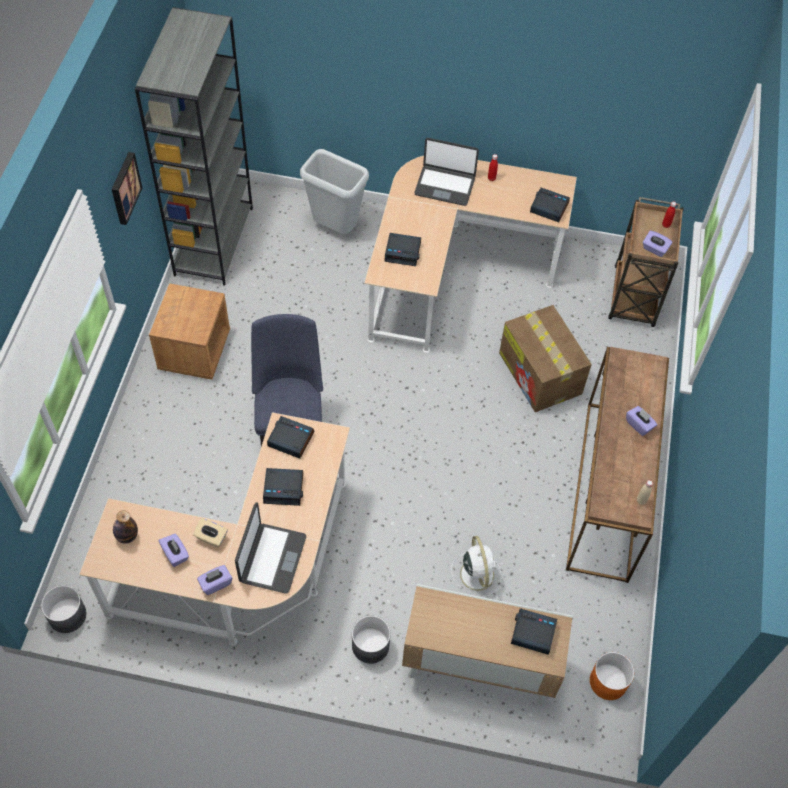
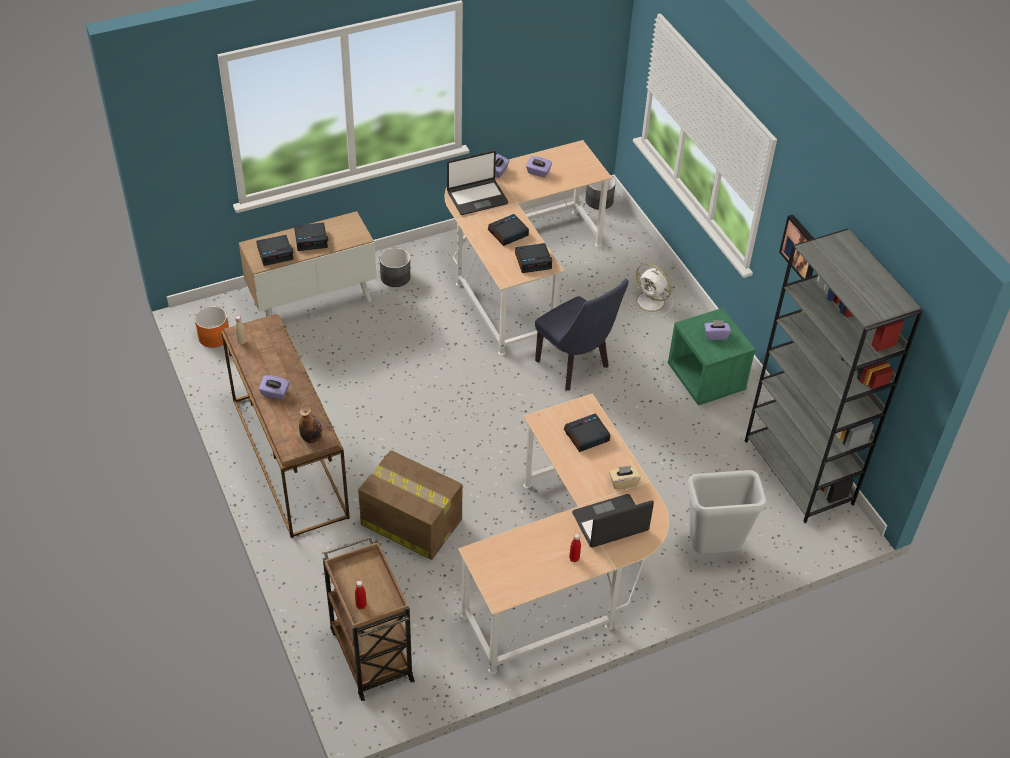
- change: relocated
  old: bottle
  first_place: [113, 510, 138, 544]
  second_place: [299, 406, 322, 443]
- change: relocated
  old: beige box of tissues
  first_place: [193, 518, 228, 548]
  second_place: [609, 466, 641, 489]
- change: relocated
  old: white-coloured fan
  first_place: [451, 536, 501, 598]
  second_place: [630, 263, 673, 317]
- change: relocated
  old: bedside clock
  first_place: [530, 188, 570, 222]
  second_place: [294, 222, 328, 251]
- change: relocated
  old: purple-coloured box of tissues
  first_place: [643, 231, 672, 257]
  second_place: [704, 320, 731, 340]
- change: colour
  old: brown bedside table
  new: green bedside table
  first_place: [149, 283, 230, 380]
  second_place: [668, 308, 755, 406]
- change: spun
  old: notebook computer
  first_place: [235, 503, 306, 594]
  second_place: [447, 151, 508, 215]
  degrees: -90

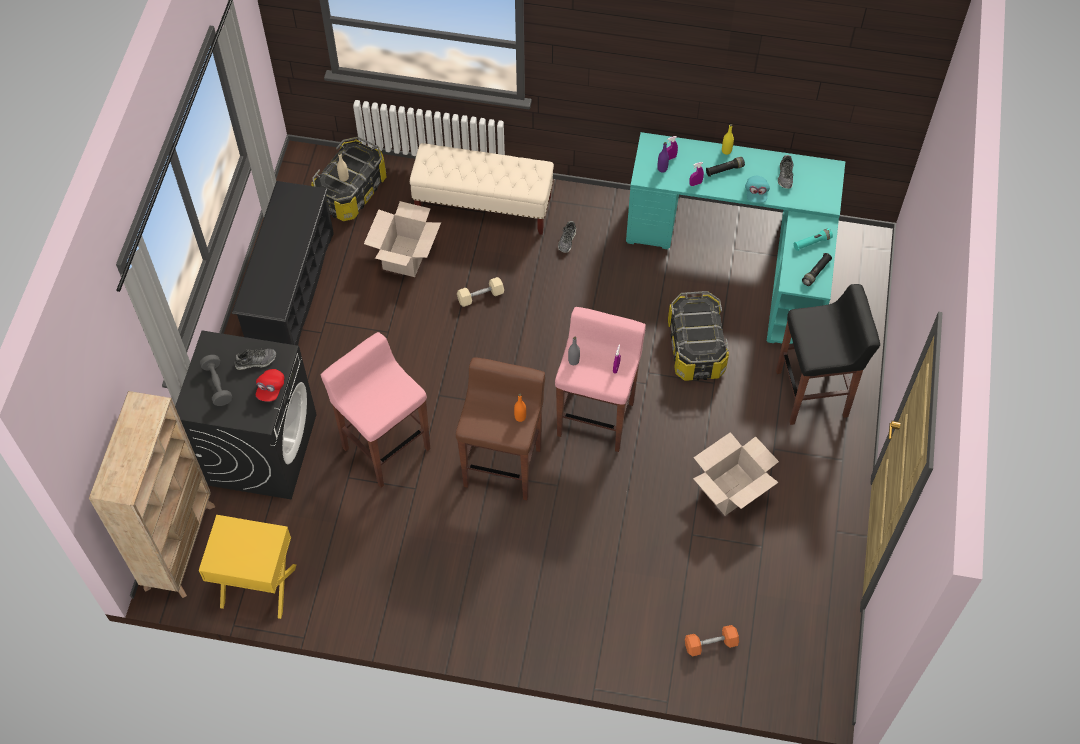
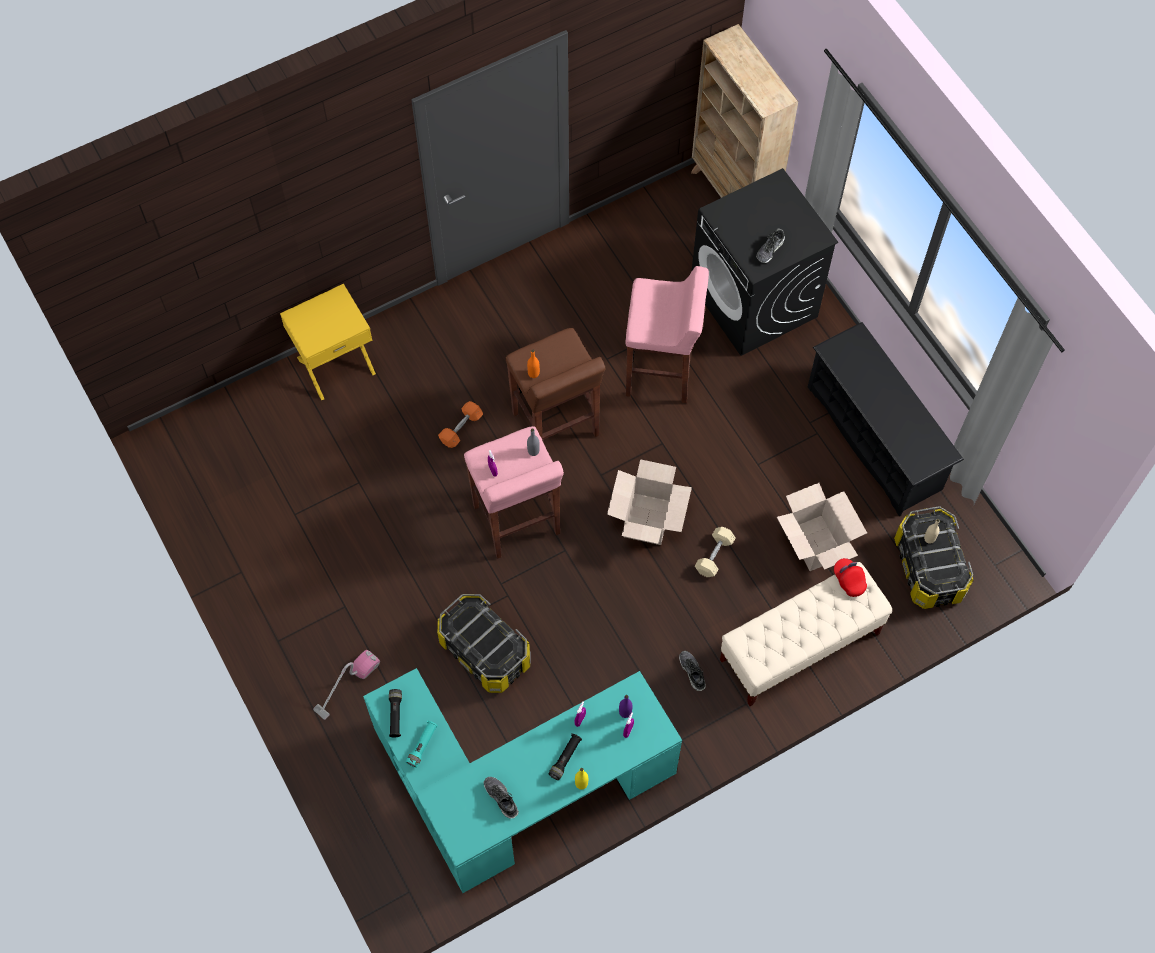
- change: missing
  old: grey free weight
  first_place: [200, 355, 232, 406]
- change: missing
  old: turquoise-coloured baseball cap
  first_place: [745, 176, 770, 203]
- change: relocated
  old: yellow bedside table
  first_place: [199, 515, 296, 619]
  second_place: [280, 284, 376, 400]
- change: relocated
  old: red baseball cap
  first_place: [256, 369, 285, 402]
  second_place: [834, 558, 867, 597]
- change: relocated
  old: orange-coloured free weight
  first_place: [685, 625, 739, 656]
  second_place: [438, 401, 483, 448]
- change: relocated
  old: cardboard box
  first_place: [693, 432, 779, 516]
  second_place: [607, 459, 692, 545]
- change: exchanged
  old: black-coloured stool seat
  new: hoover
  first_place: [776, 284, 880, 425]
  second_place: [313, 650, 380, 720]

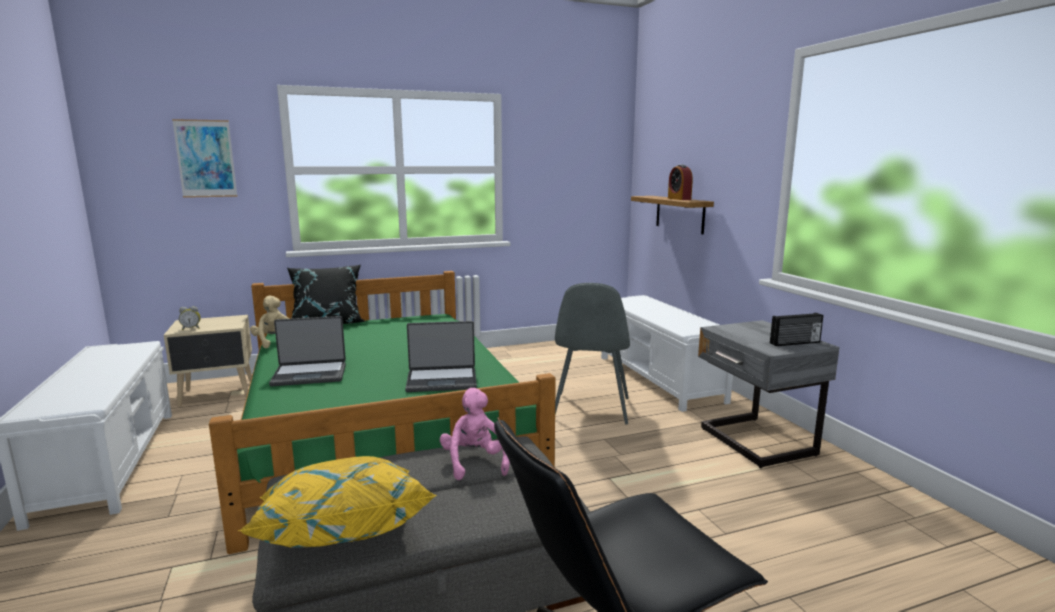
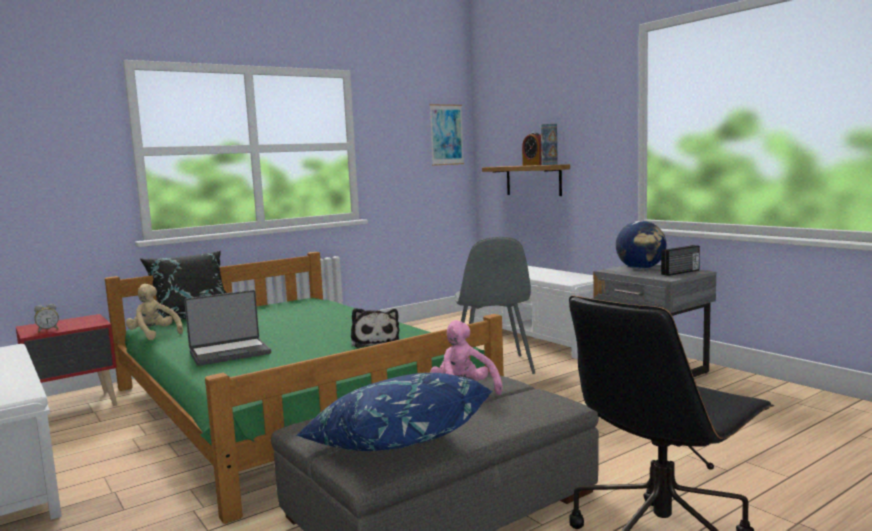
- change: appeared
  new: vase
  second_place: [541, 124, 558, 165]
- change: appeared
  new: desk globe
  second_place: [616, 221, 666, 269]
- change: relocated
  old: wall picture
  first_place: [172, 119, 238, 198]
  second_place: [429, 104, 464, 166]
- change: exchanged
  old: notebook computer
  new: soft toy
  first_place: [405, 321, 477, 392]
  second_place: [351, 308, 400, 348]
- change: colour
  old: beige bedside table
  new: red bedside table
  first_place: [164, 315, 252, 406]
  second_place: [16, 314, 117, 406]
- change: colour
  old: yellow throw pillow
  new: blue throw pillow
  first_place: [238, 456, 437, 548]
  second_place: [296, 373, 492, 451]

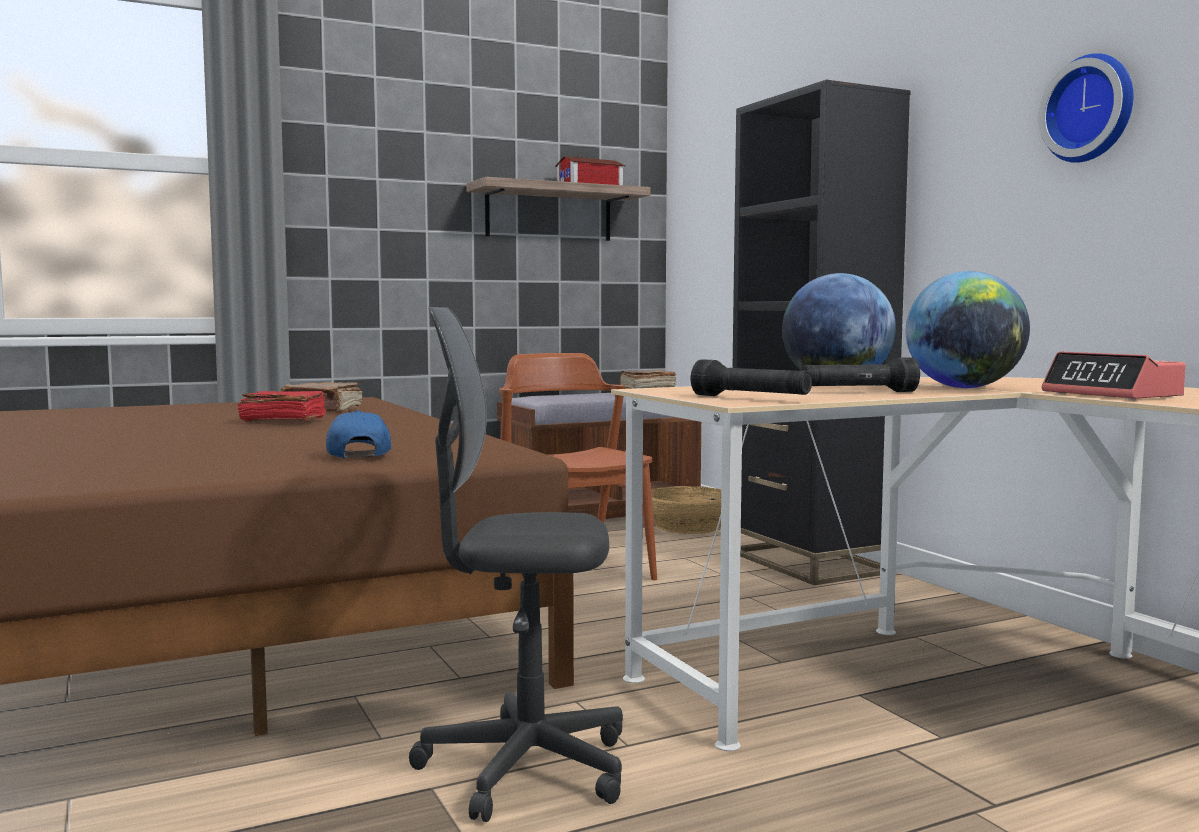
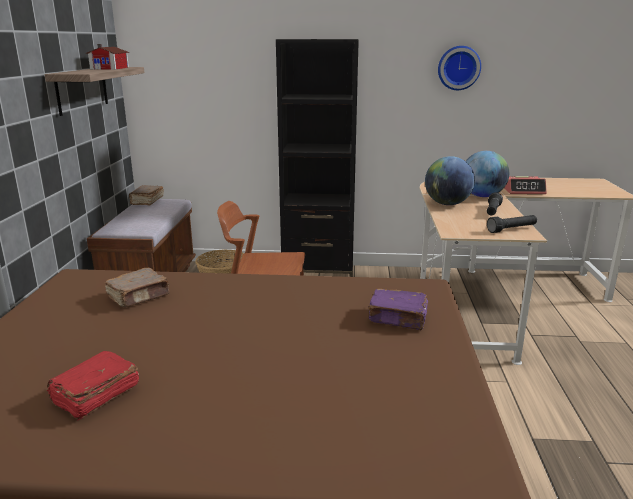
- change: missing
  old: grey desk chair
  first_place: [409, 307, 623, 822]
- change: relocated
  old: red bound book
  first_place: [238, 391, 327, 423]
  second_place: [47, 351, 139, 420]
- change: exchanged
  old: blue baseball cap
  new: purple-coloured bound book
  first_place: [326, 410, 392, 458]
  second_place: [368, 288, 428, 330]

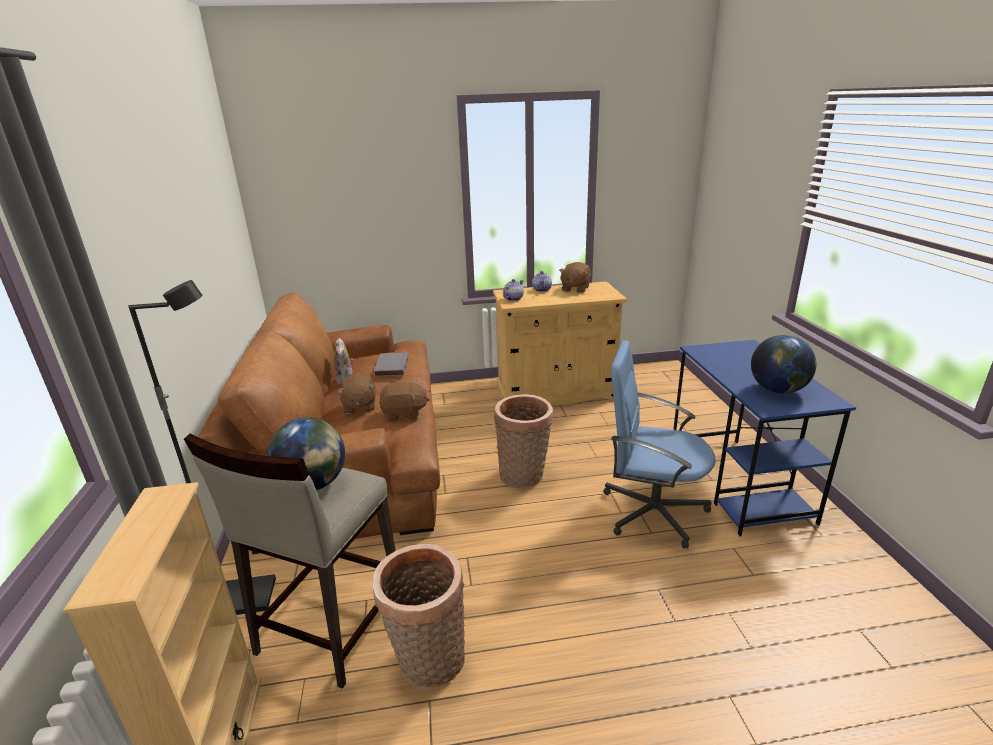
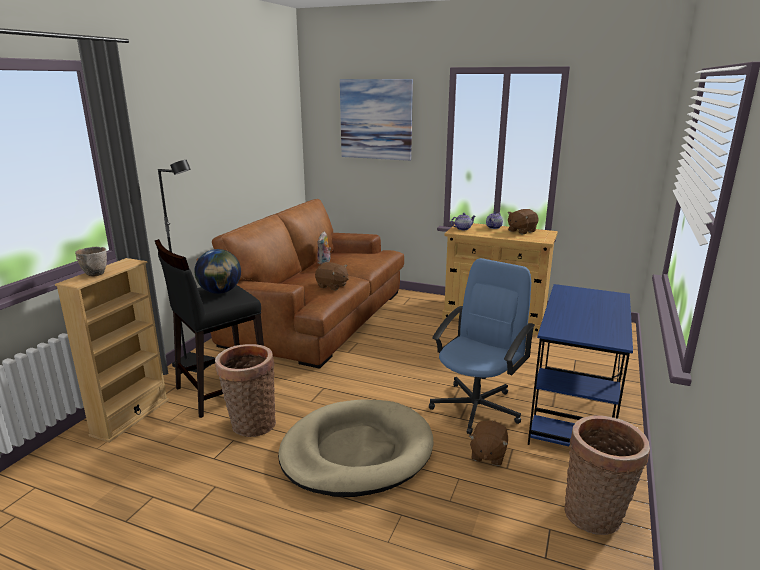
- change: missing
  old: grey bound book
  first_place: [374, 352, 408, 377]
- change: missing
  old: desk globe
  first_place: [751, 335, 816, 394]
- change: appeared
  new: bowl
  second_place: [75, 247, 107, 276]
- change: appeared
  new: beige dog cushion
  second_place: [278, 399, 434, 497]
- change: appeared
  new: wall picture
  second_place: [340, 79, 413, 161]
- change: relocated
  old: brown soft toy
  first_place: [337, 373, 376, 414]
  second_place: [469, 420, 508, 466]
- change: relocated
  old: storage basket
  first_place: [494, 394, 553, 488]
  second_place: [565, 415, 650, 535]
- change: colour
  old: beige stool seat
  new: black-coloured stool seat
  first_place: [184, 433, 396, 689]
  second_place: [155, 239, 264, 418]
- change: spun
  old: blue desk chair
  first_place: [603, 340, 716, 549]
  second_place: [429, 258, 535, 435]
  degrees: 75

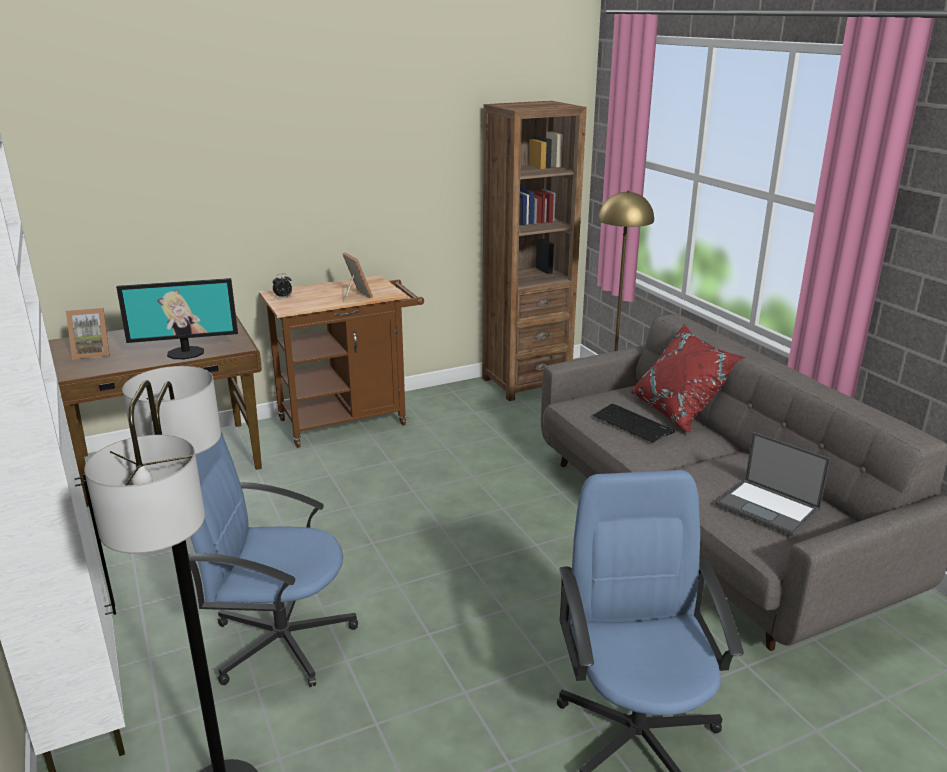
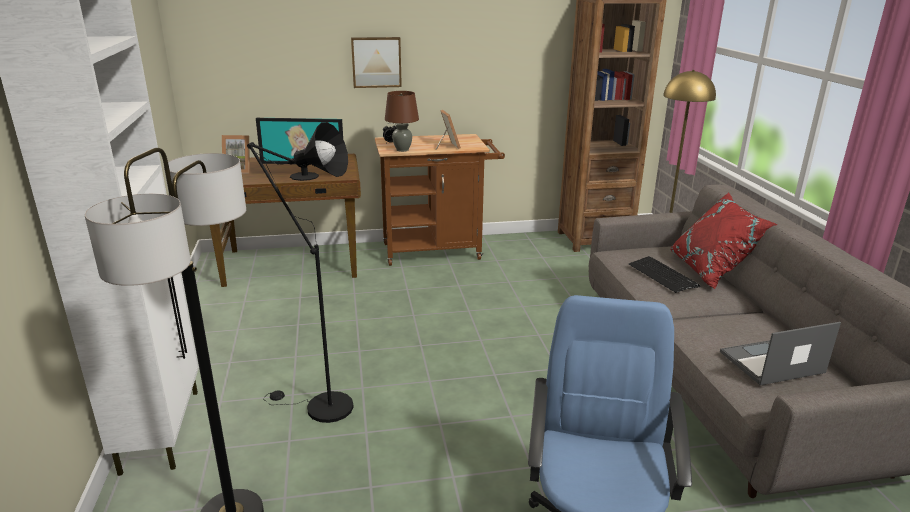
- change: appeared
  new: wall picture
  second_place: [351, 37, 402, 88]
- change: appeared
  new: brown table lamp
  second_place: [385, 91, 419, 152]
- change: exchanged
  old: blue desk chair
  new: black-coloured floor lamp
  first_place: [188, 432, 358, 687]
  second_place: [247, 122, 354, 423]
- change: spun
  old: notebook computer
  first_place: [716, 432, 830, 537]
  second_place: [720, 322, 841, 385]
  degrees: 105

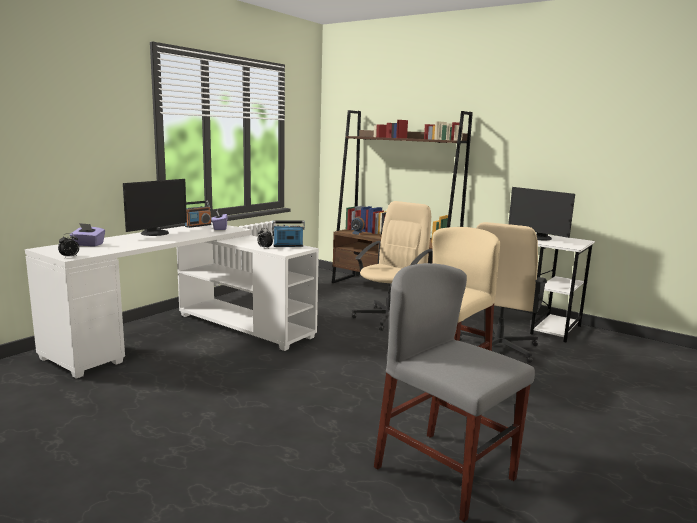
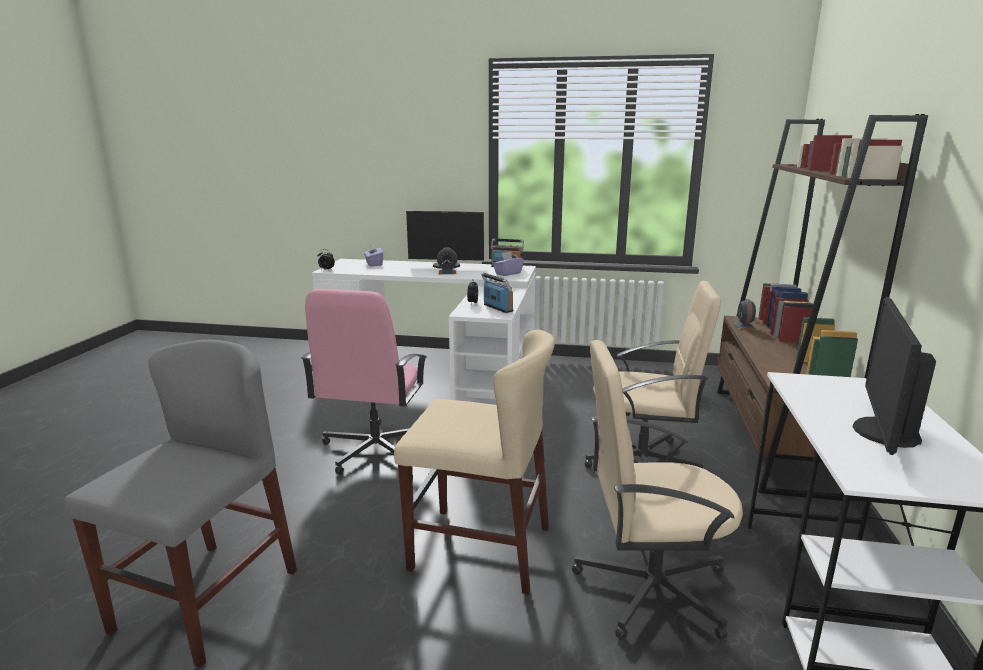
- change: appeared
  new: pinkish desk chair
  second_place: [301, 289, 427, 475]
- change: appeared
  new: bedside clock
  second_place: [437, 247, 457, 274]

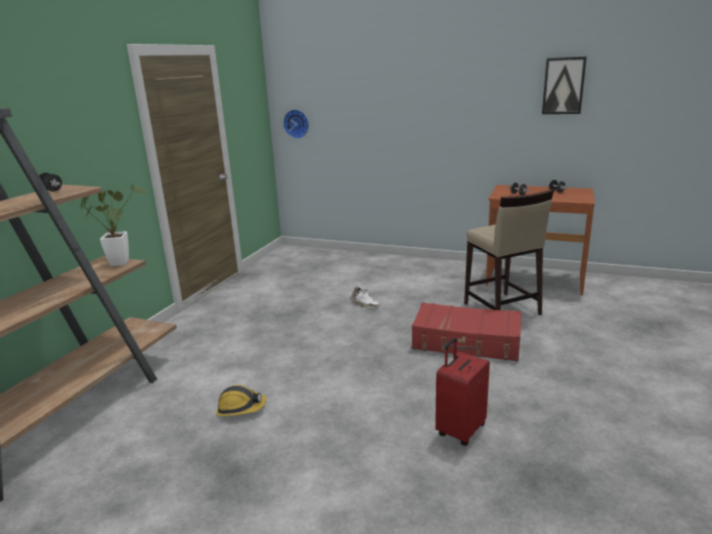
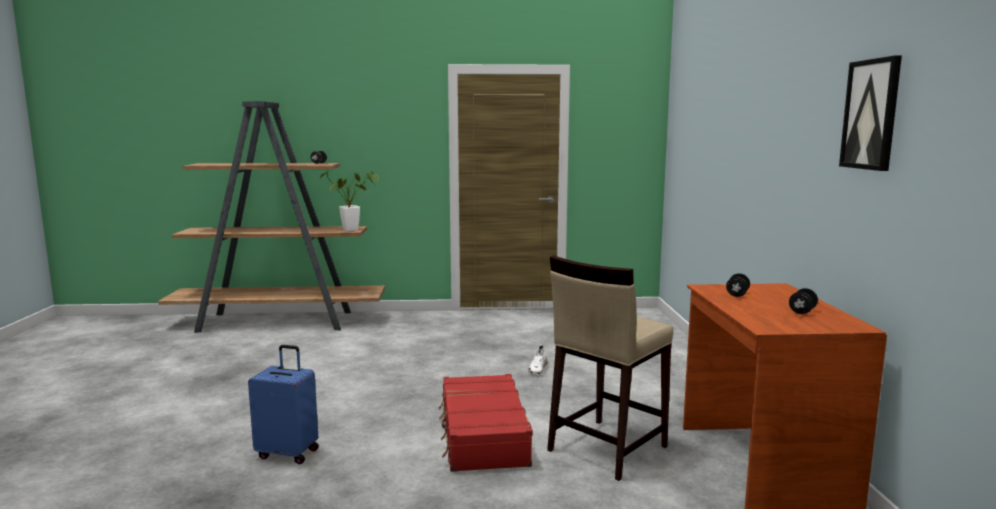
- change: missing
  old: safety helmet
  first_place: [216, 385, 267, 416]
- change: missing
  old: clock on the wall
  first_place: [283, 109, 309, 139]
- change: colour
  old: red suitcase
  new: blue suitcase
  first_place: [435, 338, 490, 446]
  second_place: [248, 345, 319, 464]

